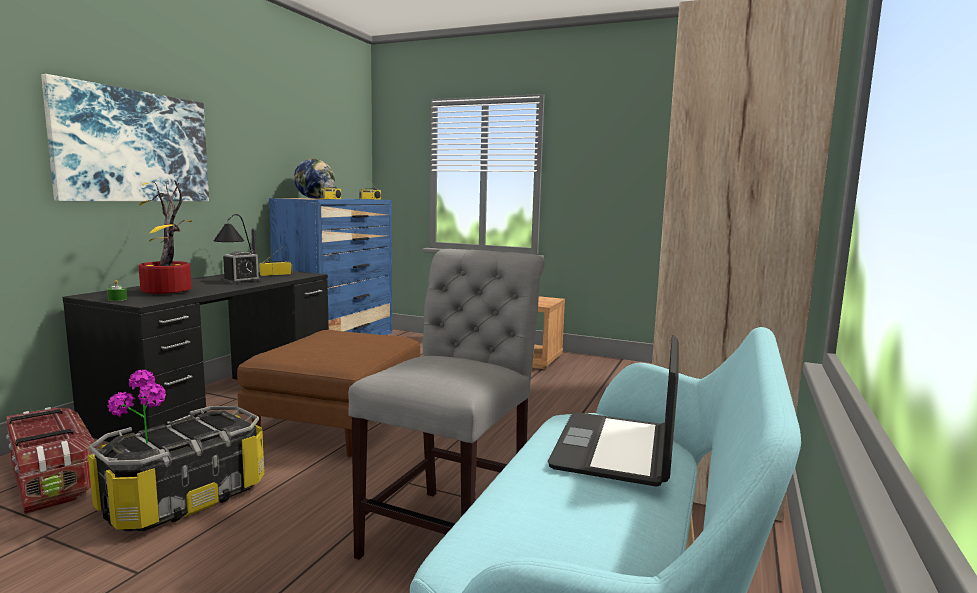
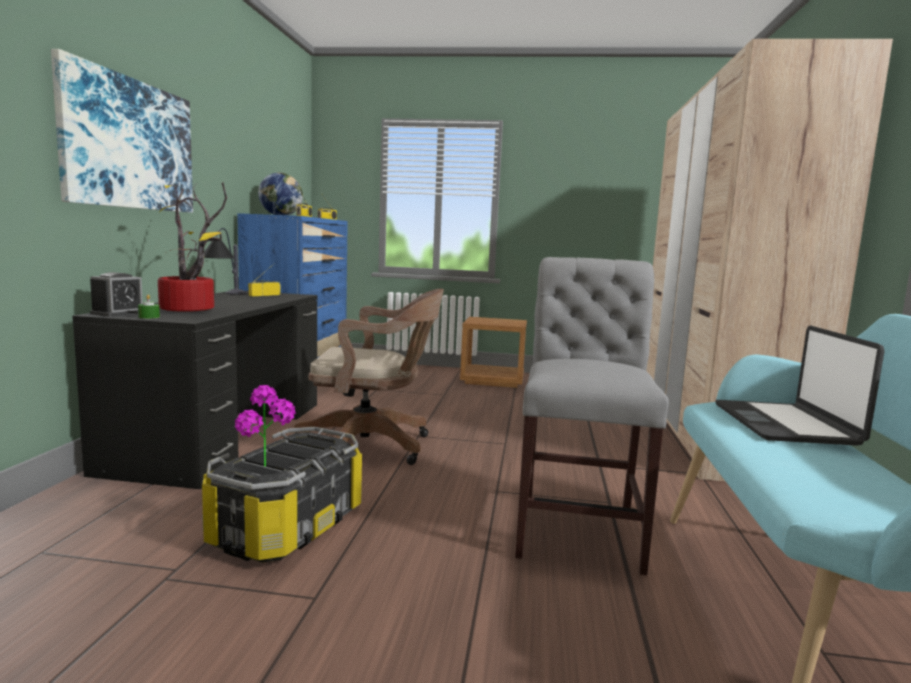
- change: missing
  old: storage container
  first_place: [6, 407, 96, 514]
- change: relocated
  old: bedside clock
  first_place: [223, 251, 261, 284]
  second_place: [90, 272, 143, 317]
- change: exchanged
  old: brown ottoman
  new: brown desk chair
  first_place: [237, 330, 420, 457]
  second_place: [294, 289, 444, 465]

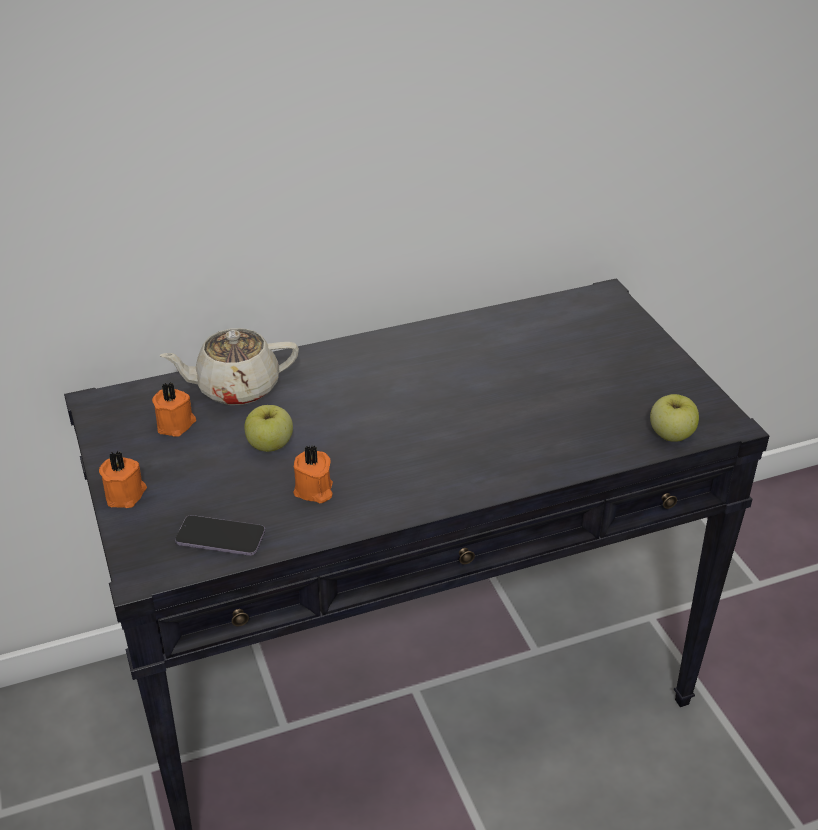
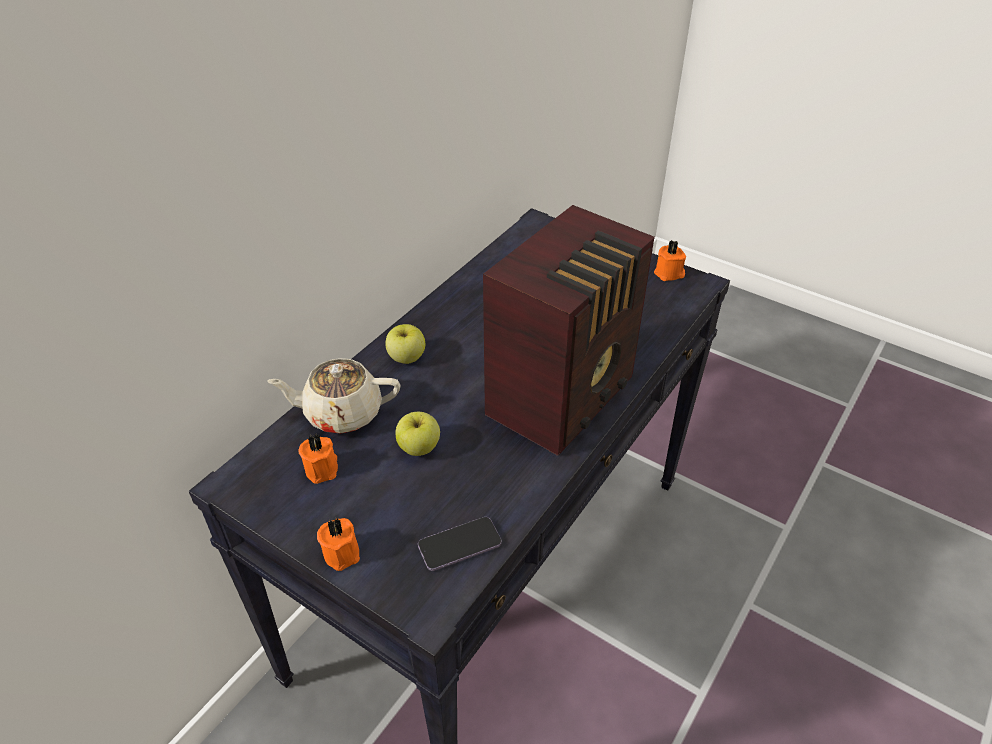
- change: appeared
  new: radio receiver
  second_place: [483, 205, 655, 455]
- change: relocated
  old: orange-coloured candle
  first_place: [293, 446, 333, 503]
  second_place: [654, 240, 686, 281]
- change: relocated
  old: apple
  first_place: [650, 394, 699, 442]
  second_place: [385, 324, 425, 364]
- change: spun
  old: beige pot for tea
  first_place: [160, 328, 299, 405]
  second_place: [267, 358, 400, 433]
  degrees: 45

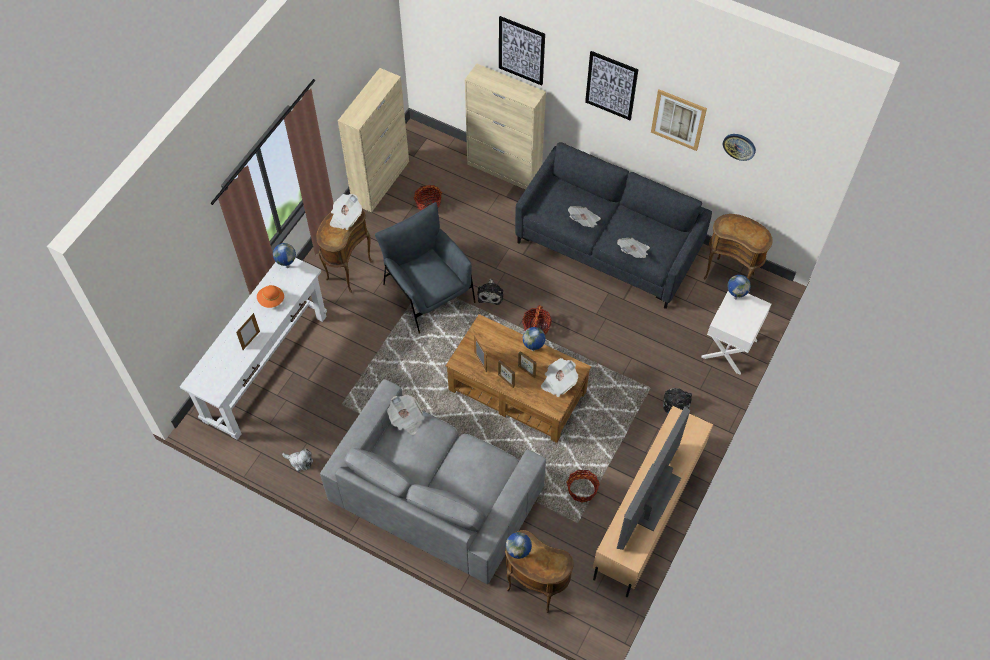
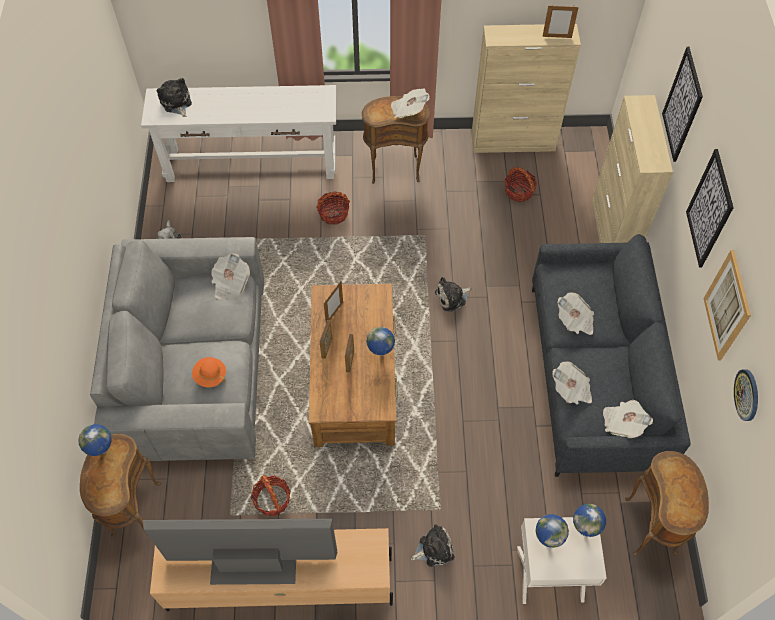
- change: missing
  old: grey lounge chair
  first_place: [375, 202, 476, 334]
- change: appeared
  new: soft toy
  second_place: [157, 78, 192, 117]
- change: relocated
  old: photo frame
  first_place: [236, 313, 260, 350]
  second_place: [542, 5, 579, 38]
- change: relocated
  old: orange-coloured clothing hat
  first_place: [257, 285, 284, 308]
  second_place: [192, 357, 226, 387]
- change: relocated
  old: desk globe
  first_place: [273, 243, 296, 268]
  second_place: [536, 514, 569, 548]
- change: relocated
  old: storage basket
  first_place: [522, 305, 552, 335]
  second_place: [316, 191, 350, 225]
- change: relocated
  old: newspaper
  first_place: [541, 358, 578, 397]
  second_place: [603, 400, 653, 438]

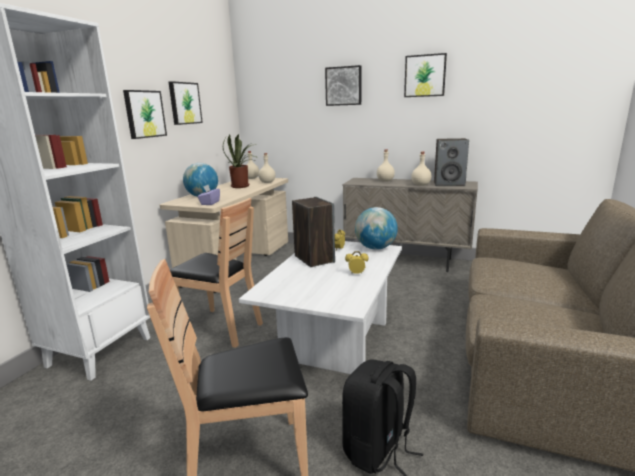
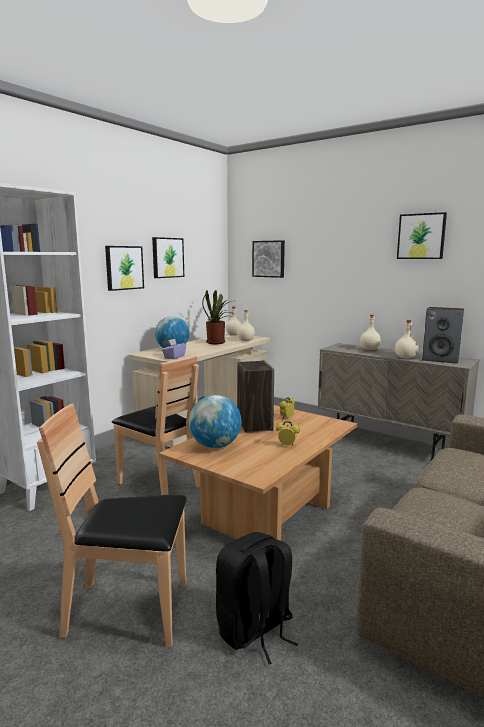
- change: relocated
  old: wall picture
  first_place: [325, 65, 361, 106]
  second_place: [252, 240, 285, 278]
- change: relocated
  old: desk globe
  first_place: [355, 207, 398, 250]
  second_place: [189, 395, 241, 448]
- change: colour
  old: white-coloured low table
  new: brown low table
  first_place: [239, 241, 402, 374]
  second_place: [159, 405, 357, 541]

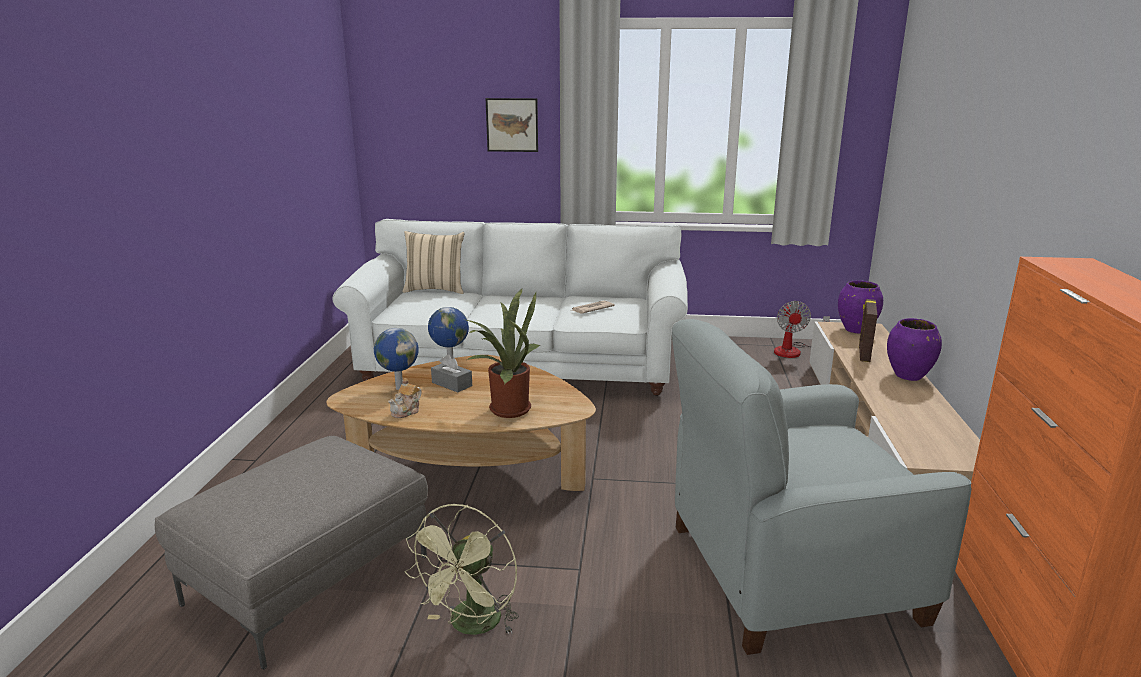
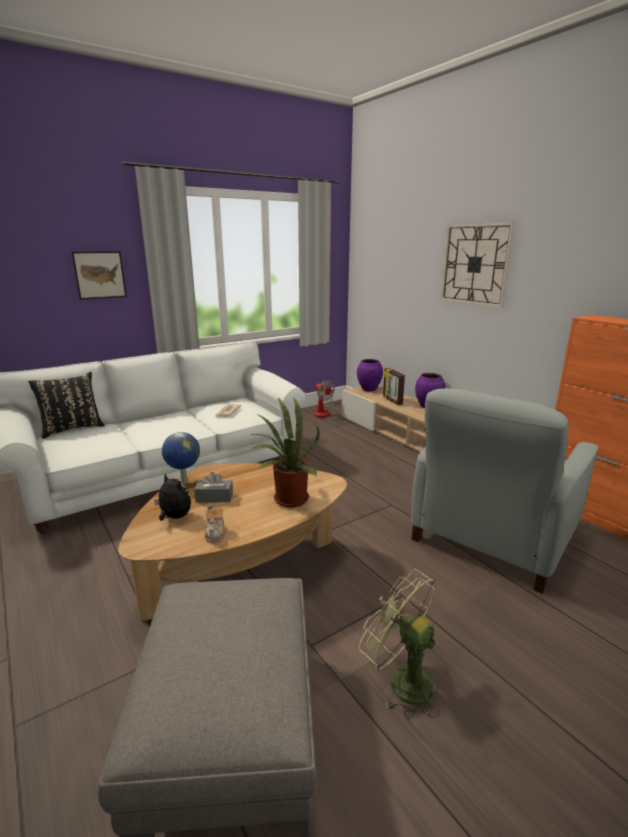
- change: appeared
  new: clock on the wall
  second_place: [440, 222, 515, 308]
- change: exchanged
  old: desk globe
  new: soft toy
  first_place: [374, 328, 419, 390]
  second_place: [154, 474, 191, 521]
- change: colour
  old: beige throw pillow
  new: black-coloured throw pillow
  first_place: [402, 231, 465, 294]
  second_place: [28, 372, 105, 439]
- change: spun
  old: green fan
  first_place: [404, 504, 519, 635]
  second_place: [359, 569, 440, 719]
  degrees: 150

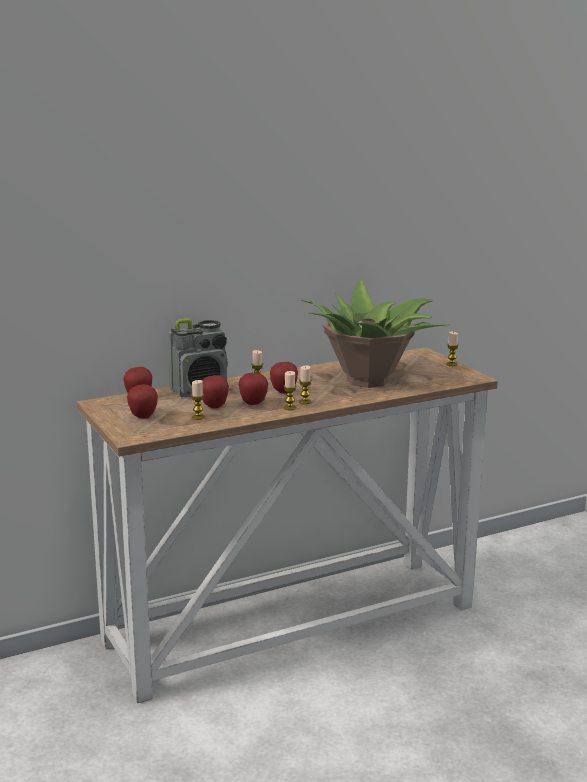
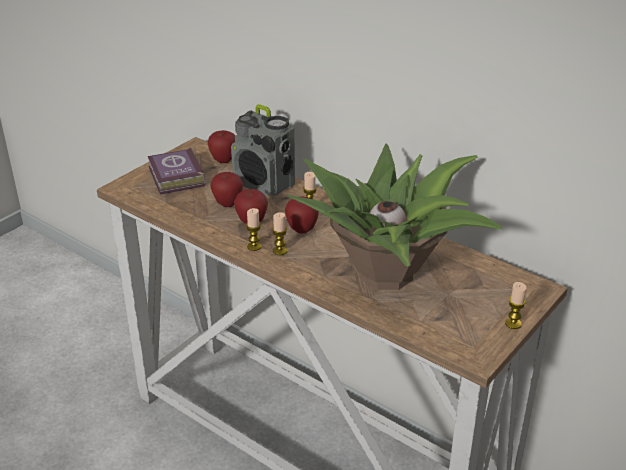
- change: missing
  old: candle
  first_place: [191, 380, 205, 420]
- change: exchanged
  old: apple
  new: bound book
  first_place: [127, 384, 158, 419]
  second_place: [148, 147, 206, 194]

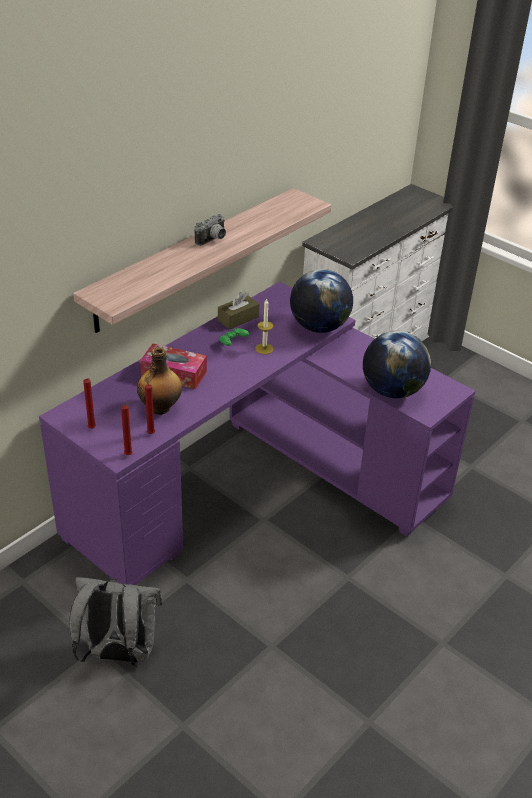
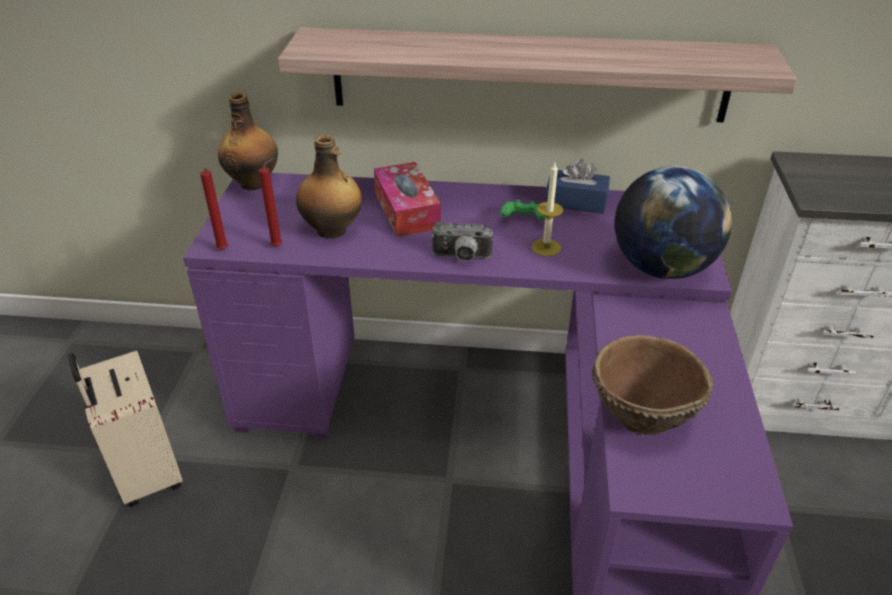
- change: missing
  old: red candle
  first_place: [83, 378, 96, 429]
- change: appeared
  new: bottle
  second_place: [218, 93, 278, 191]
- change: relocated
  old: still camera
  first_place: [195, 214, 226, 246]
  second_place: [431, 221, 494, 262]
- change: exchanged
  old: grey rucksack
  new: beige suitcase
  first_place: [69, 577, 162, 666]
  second_place: [68, 350, 183, 507]
- change: exchanged
  old: desk globe
  new: brown bowl
  first_place: [363, 331, 431, 398]
  second_place: [592, 335, 713, 435]
- change: colour
  old: brown box of tissues
  new: blue box of tissues
  first_place: [218, 292, 260, 329]
  second_place: [546, 159, 610, 214]

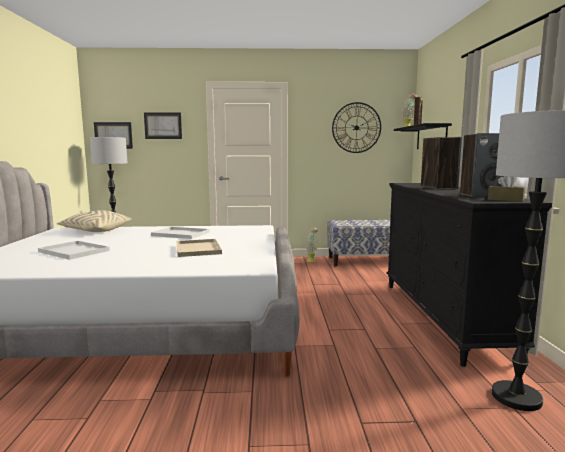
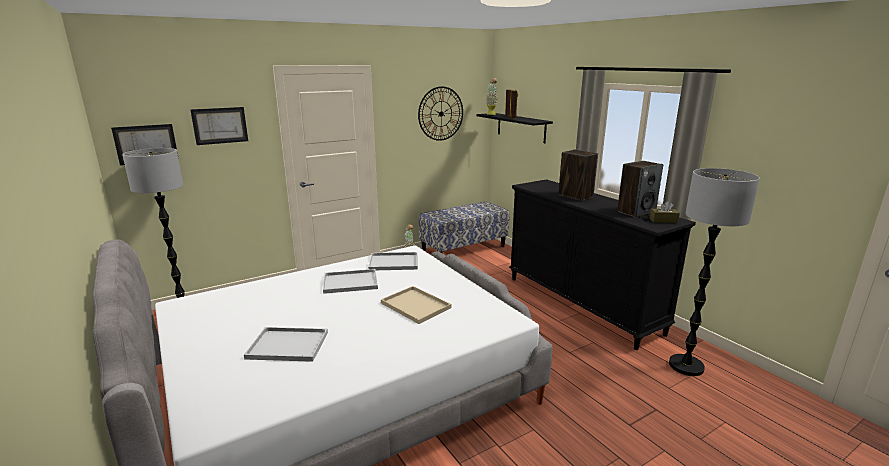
- change: missing
  old: beige throw pillow
  first_place: [56, 210, 131, 232]
- change: appeared
  new: white-coloured carrying tray
  second_place: [368, 252, 418, 270]

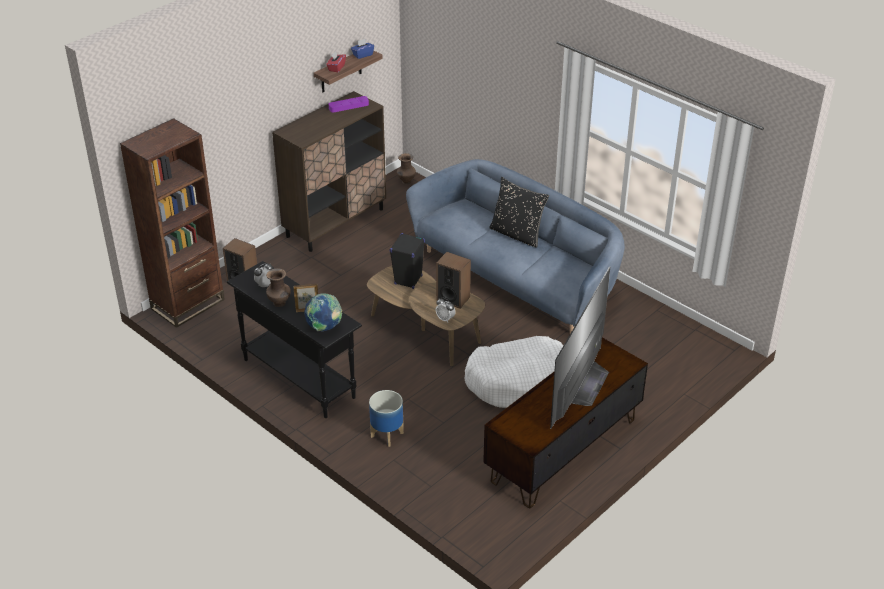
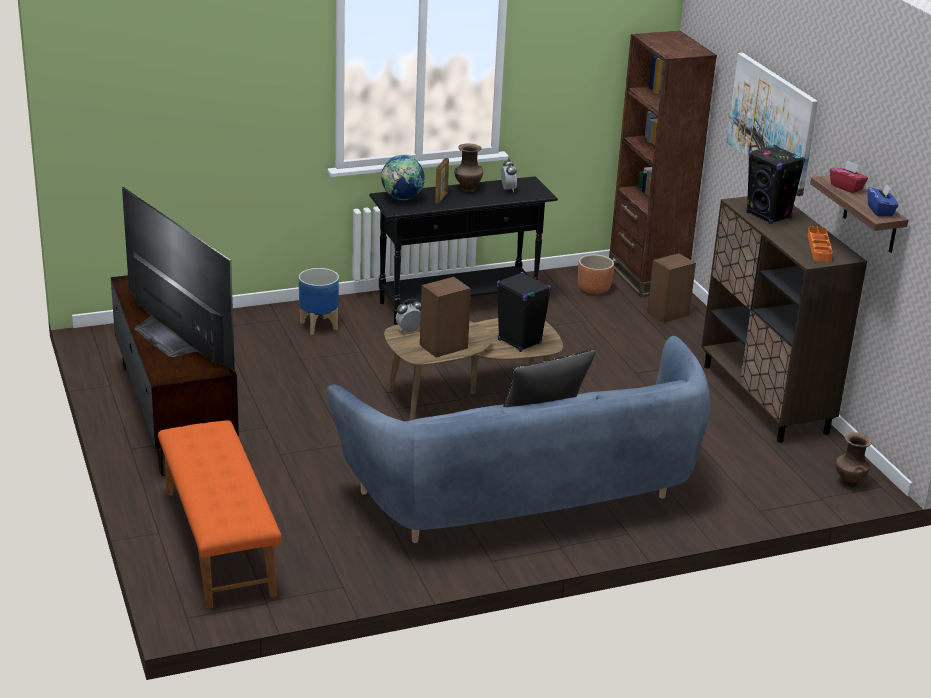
- change: missing
  old: white-coloured dog cushion
  first_place: [464, 336, 563, 408]
- change: appeared
  new: orange-coloured long seat
  second_place: [158, 420, 282, 609]
- change: appeared
  new: brown plant pot
  second_place: [578, 254, 614, 294]
- change: appeared
  new: wall picture
  second_place: [726, 53, 818, 196]
- change: appeared
  new: black-coloured audio speaker
  second_place: [746, 145, 805, 224]
- change: colour
  old: purple-coloured carrying tray
  new: orange-coloured carrying tray
  first_place: [329, 96, 369, 113]
  second_place: [807, 226, 833, 262]

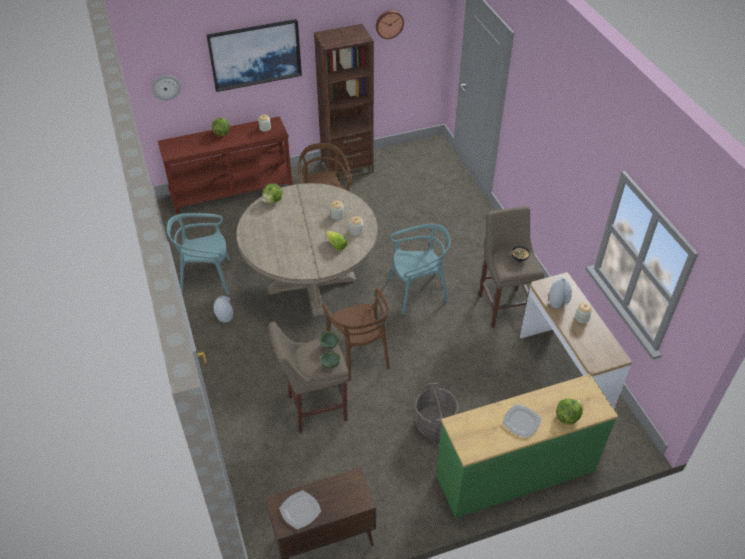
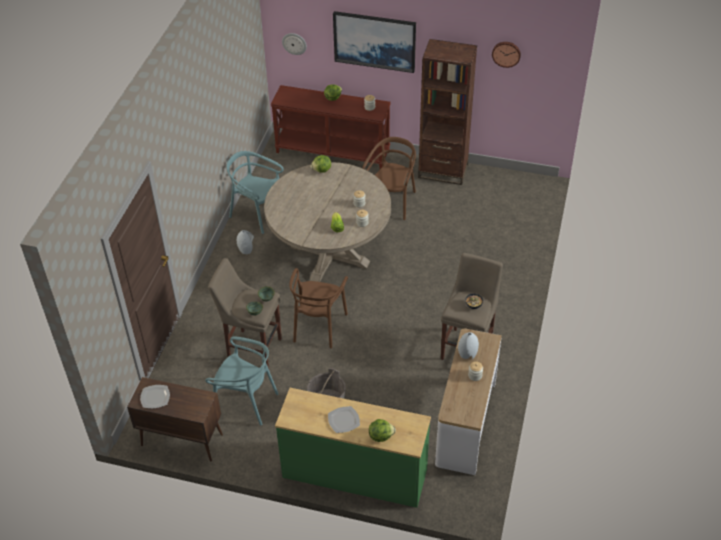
- change: relocated
  old: turquoise-coloured chair
  first_place: [390, 224, 451, 314]
  second_place: [205, 337, 279, 425]

